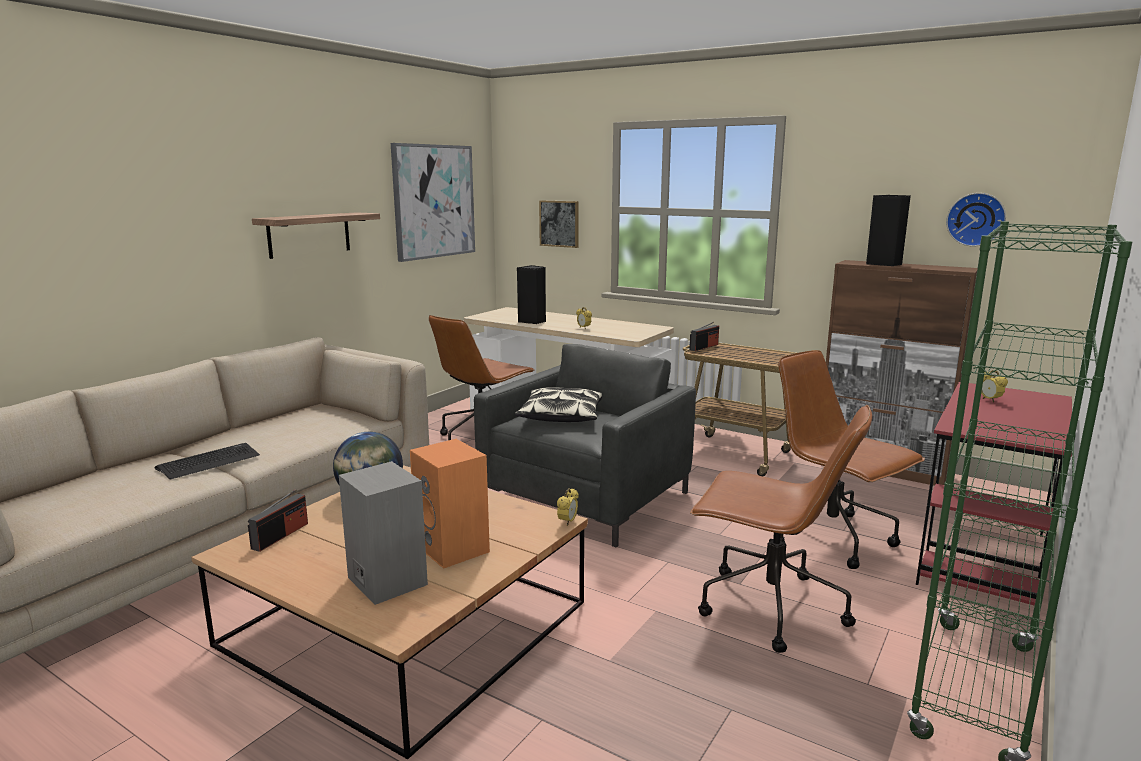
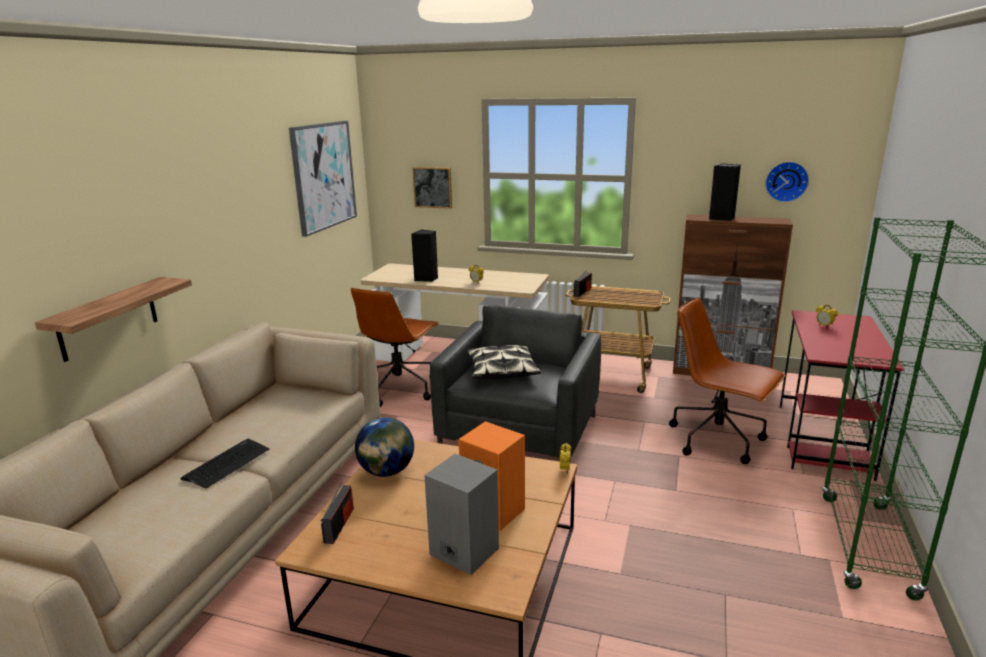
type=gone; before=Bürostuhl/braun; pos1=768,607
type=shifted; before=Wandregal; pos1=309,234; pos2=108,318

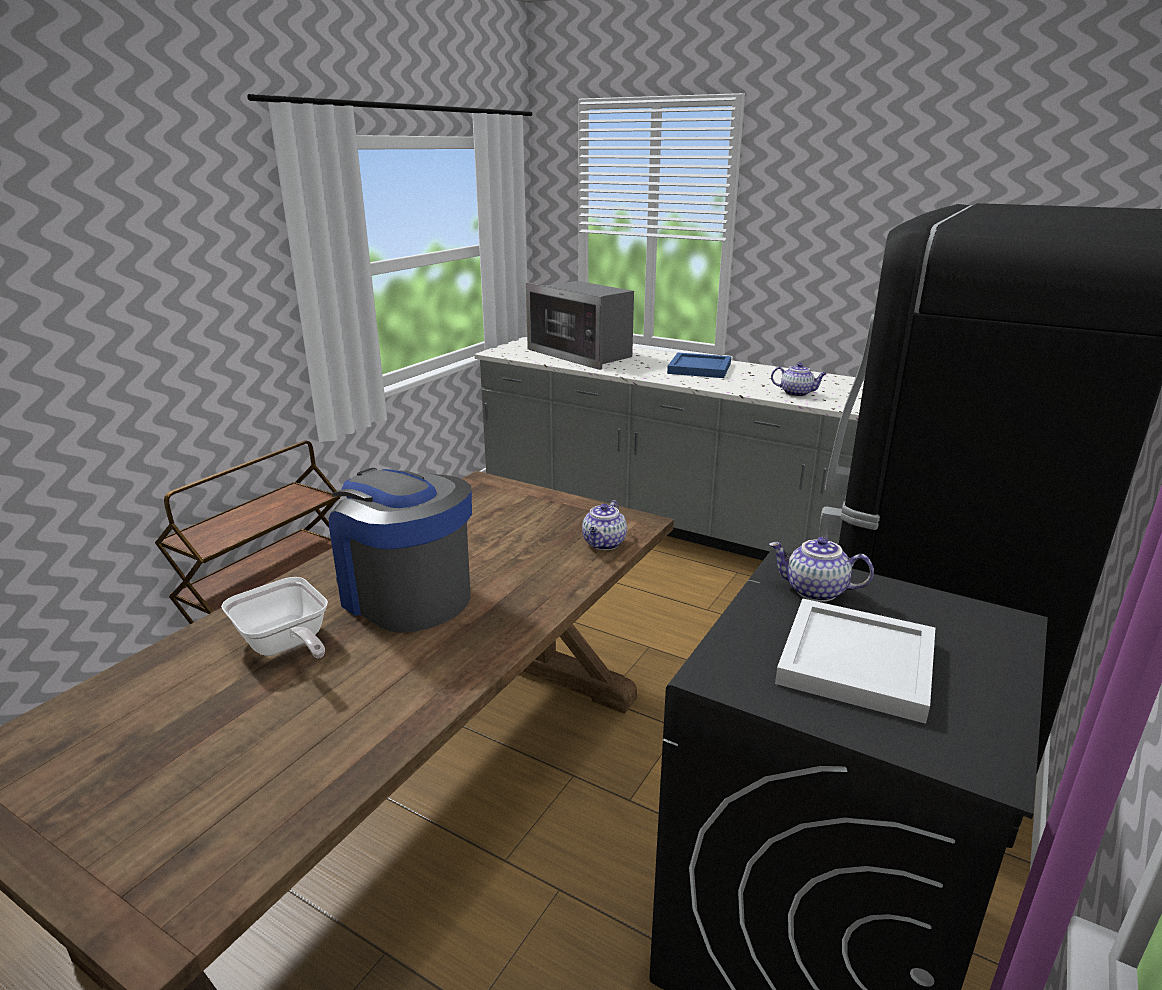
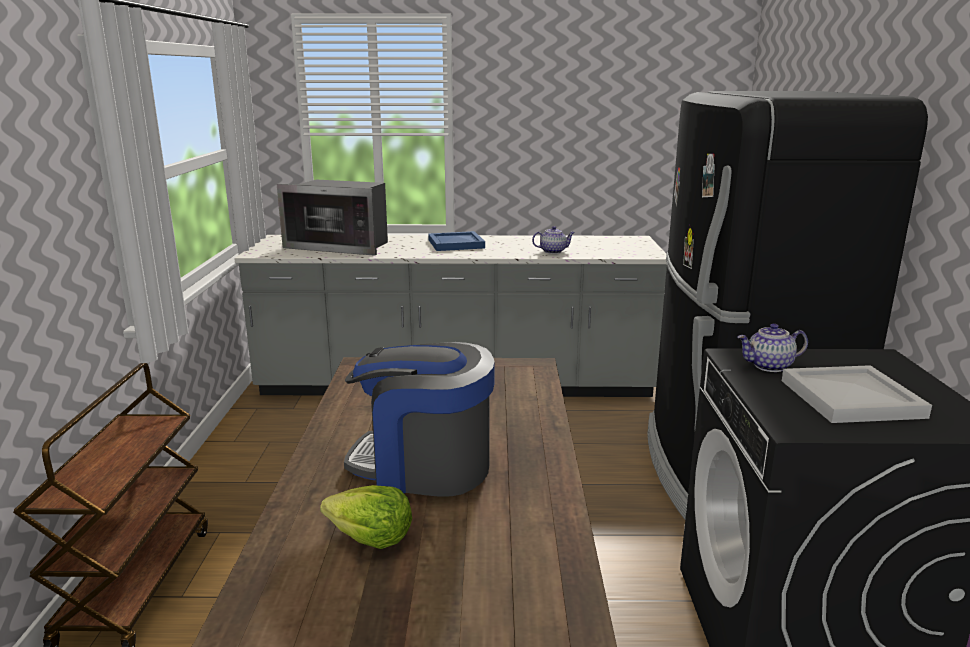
type=gone; before=Teekanne; pos1=604,544
type=swapped; before=Pfanne; after=Salatkopf; pos1=285,645; pos2=370,538

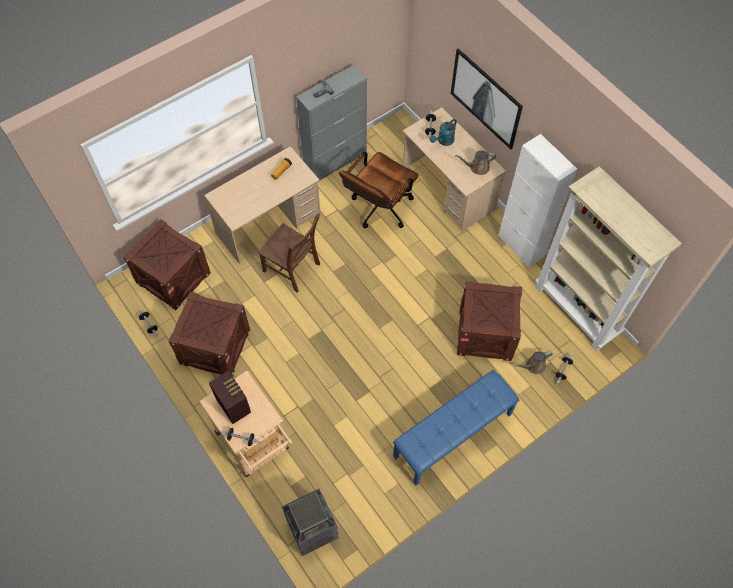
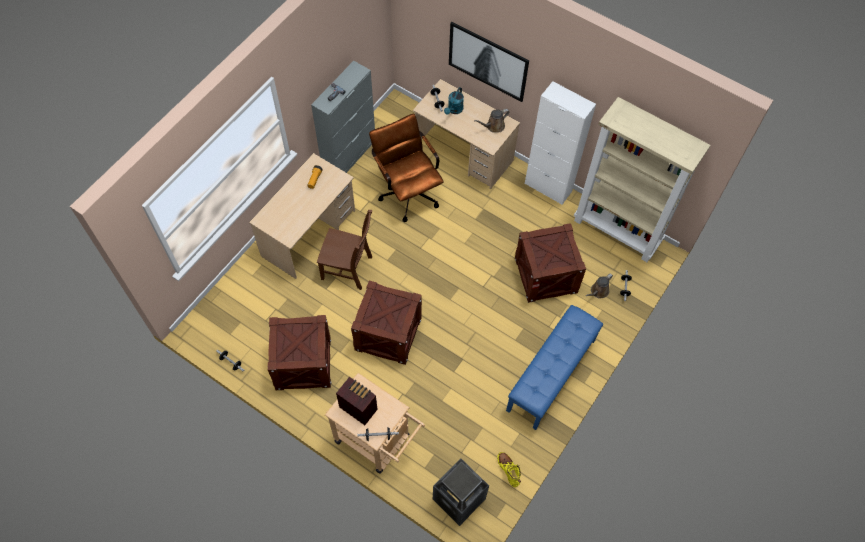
type=new; after=Stiefel/gelb; pos2=508,470
type=shifted; before=Kiste; pos1=173,278; pos2=388,334
type=rotated; before=Bürostuhl/braun; pos1=378,210; pos2=407,191; turn=135

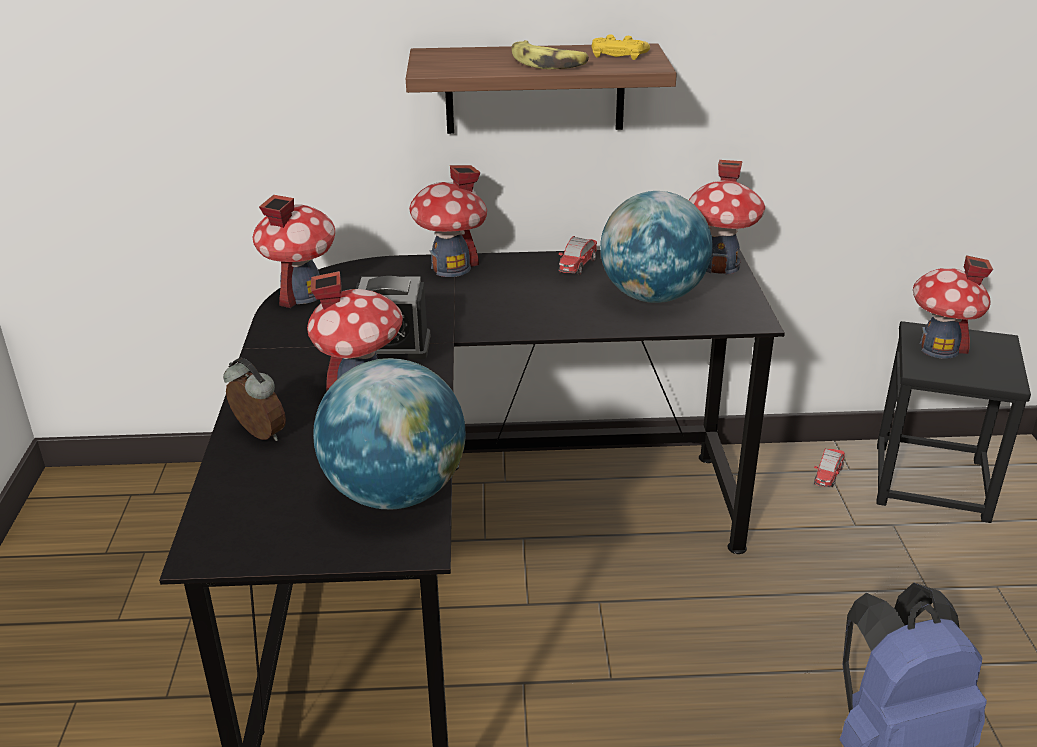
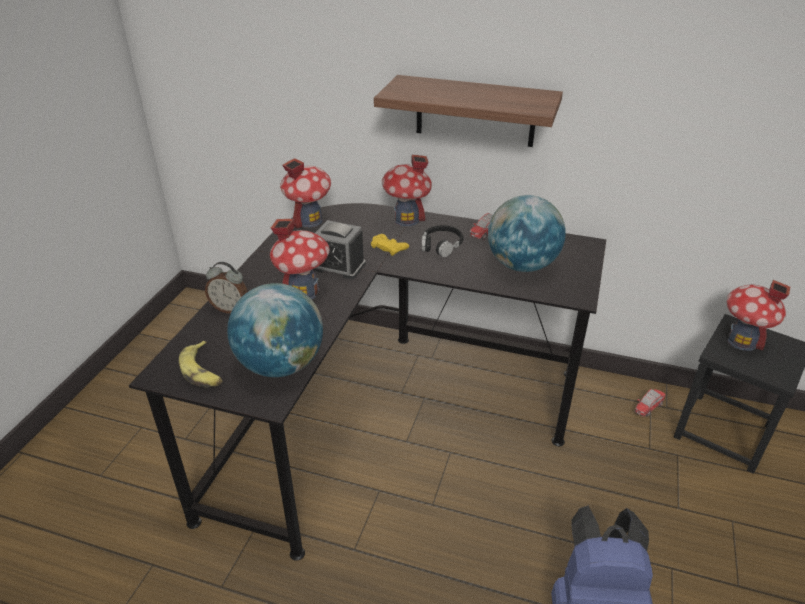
type=gone; before=Spielzeughaus; pos1=719,265
type=new; after=Kopfhörer/schwarz; pos2=441,246
type=shifted; before=Banane; pos1=548,63; pos2=203,371
type=shifted; before=Gamepad/gelb; pos1=618,54; pos2=389,247
type=rotated; before=Wecker; pos1=258,435; pos2=230,308; turn=135

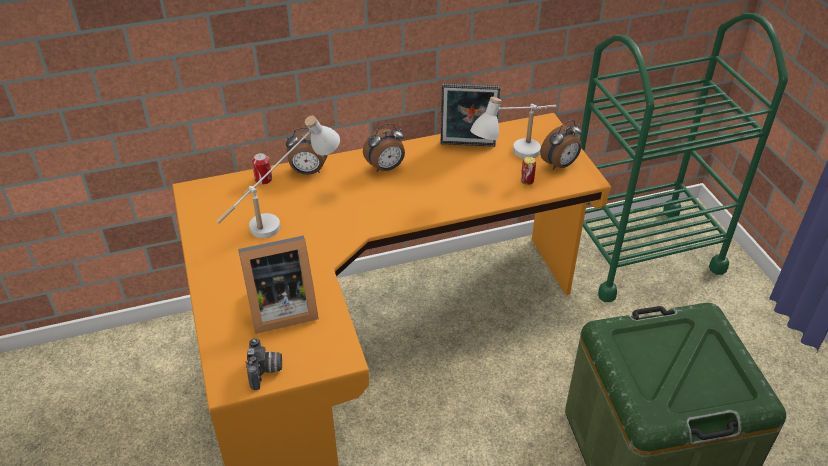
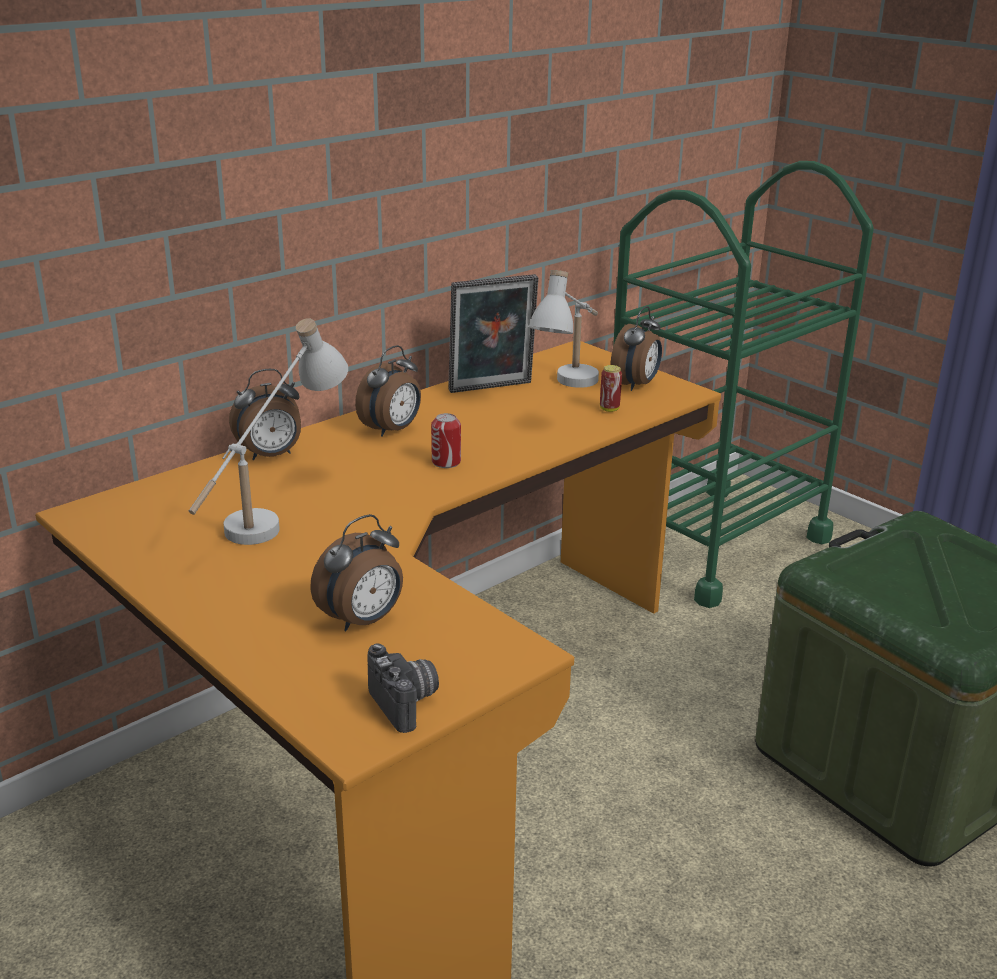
type=shifted; before=Dose; pos1=263,179; pos2=446,462
type=swapped; before=Bilderrahmen; after=Wecker; pos1=279,309; pos2=363,621

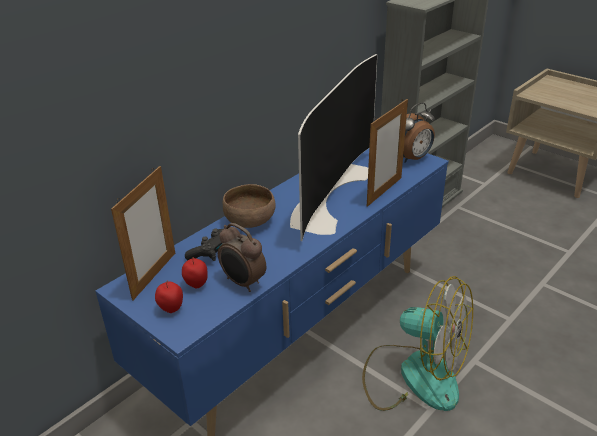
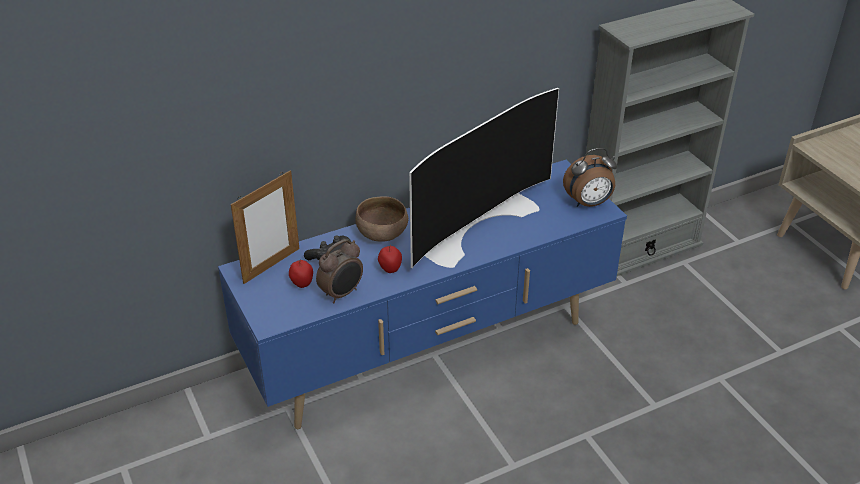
type=gone; before=Ventilator; pos1=414,375
type=gone; before=Bilderrahmen; pos1=384,191
type=shifted; before=Apfel; pos1=171,309; pos2=390,270
type=rotated; before=Wecker; pos1=243,283; pos2=342,294; turn=-105

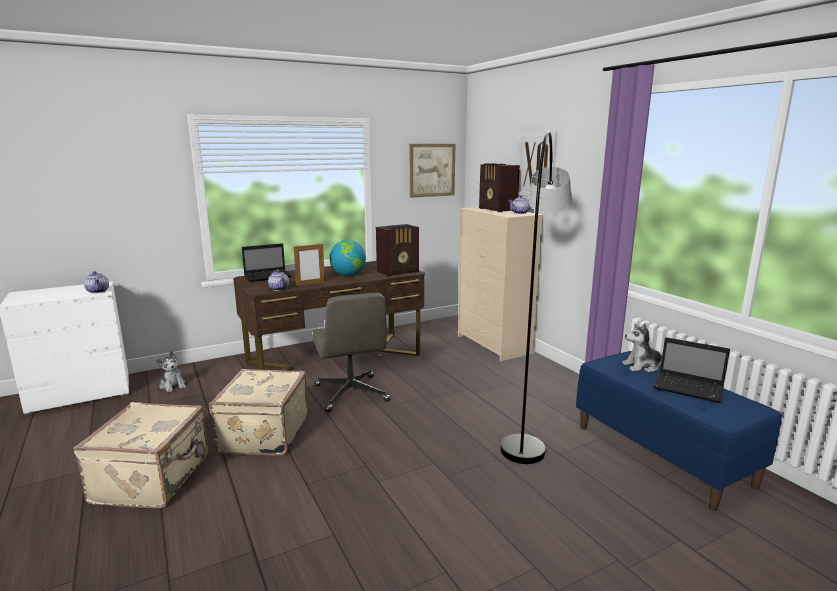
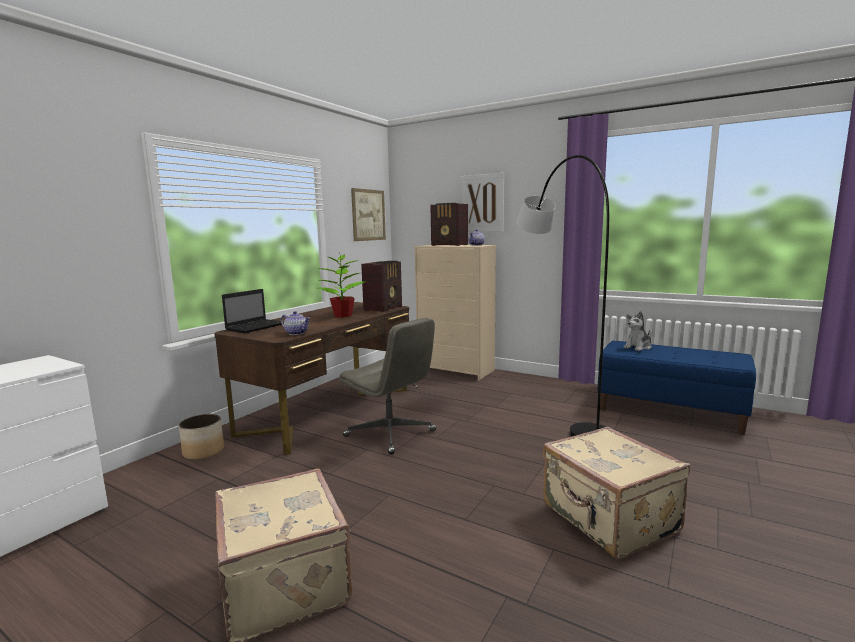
type=gone; before=Teekanne; pos1=98,291
type=gone; before=Plüschtier; pos1=173,385
type=gone; before=Bilderrahmen; pos1=310,284
type=gone; before=Laptop; pos1=690,389
type=new; after=Pflanzkübel; pos2=203,452
type=shifted; before=Koffer/beige; pos1=262,434; pos2=608,519
type=swapped; before=Globus; after=Topfpflanze; pos1=348,275; pos2=342,315

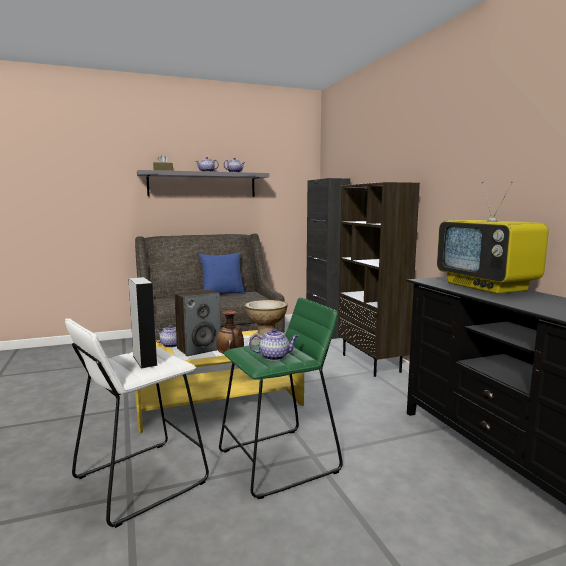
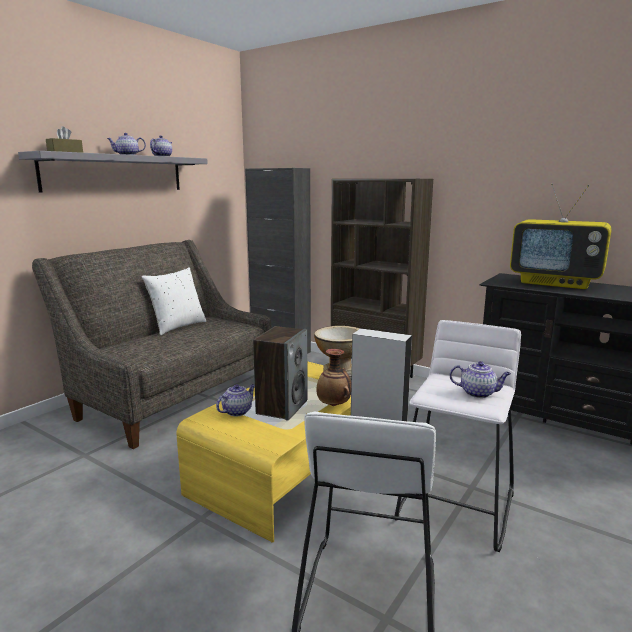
type=repainted; before=Kissen/blau; after=Kissen/weiß; pos1=222,294; pos2=177,326
type=repainted; before=Hocker/grün; after=Hocker/weiß; pos1=279,461; pos2=456,506
type=rotated; before=Teekanne; pos1=274,357; pos2=478,393; turn=60

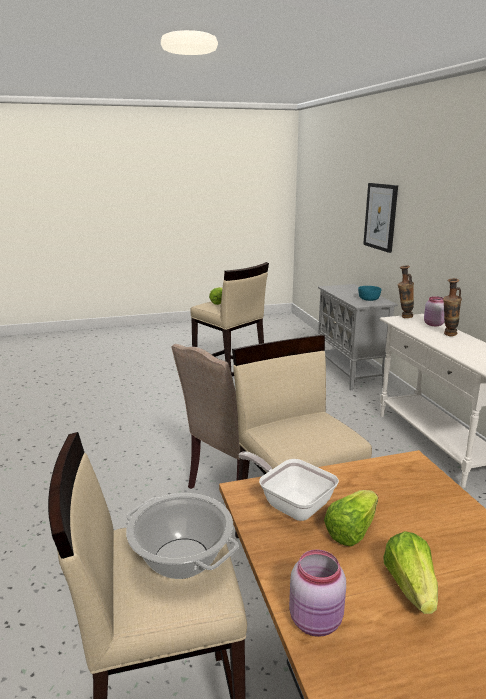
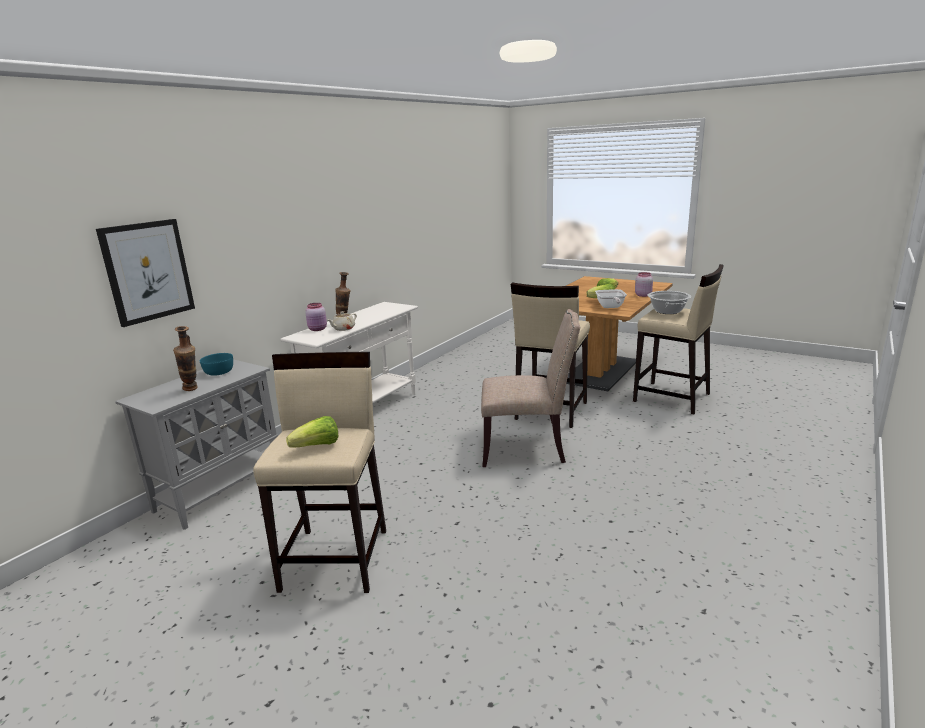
type=new; after=Teekanne/beige; pos2=343,329
type=shifted; before=Vase; pos1=403,317; pos2=192,390

